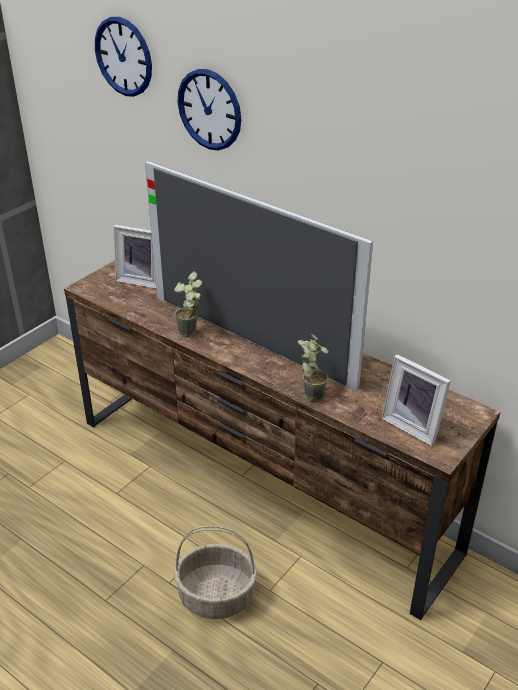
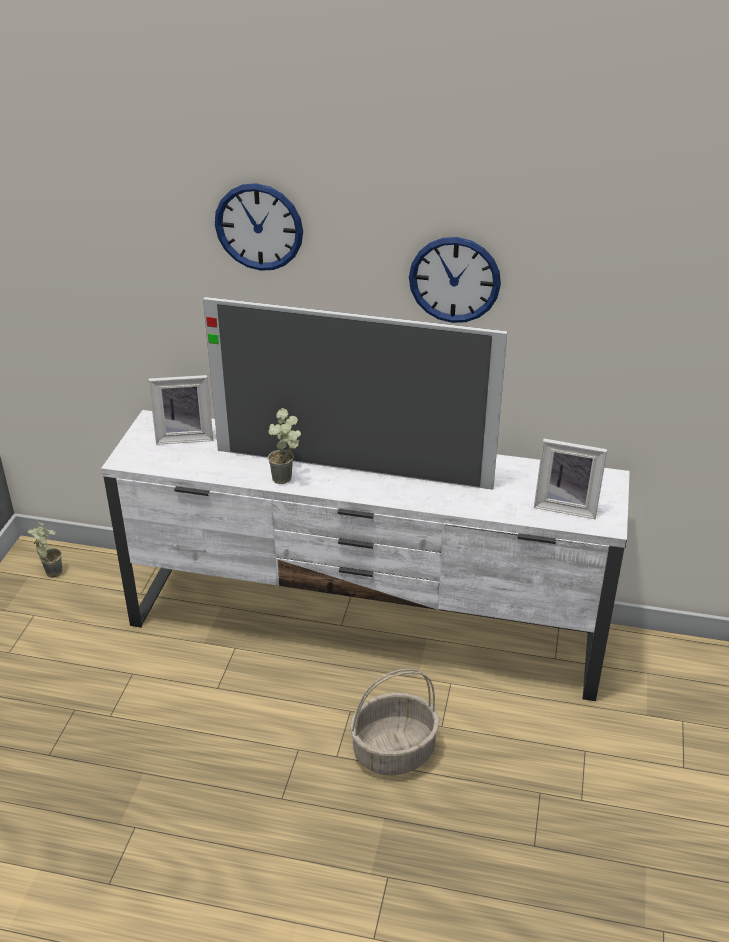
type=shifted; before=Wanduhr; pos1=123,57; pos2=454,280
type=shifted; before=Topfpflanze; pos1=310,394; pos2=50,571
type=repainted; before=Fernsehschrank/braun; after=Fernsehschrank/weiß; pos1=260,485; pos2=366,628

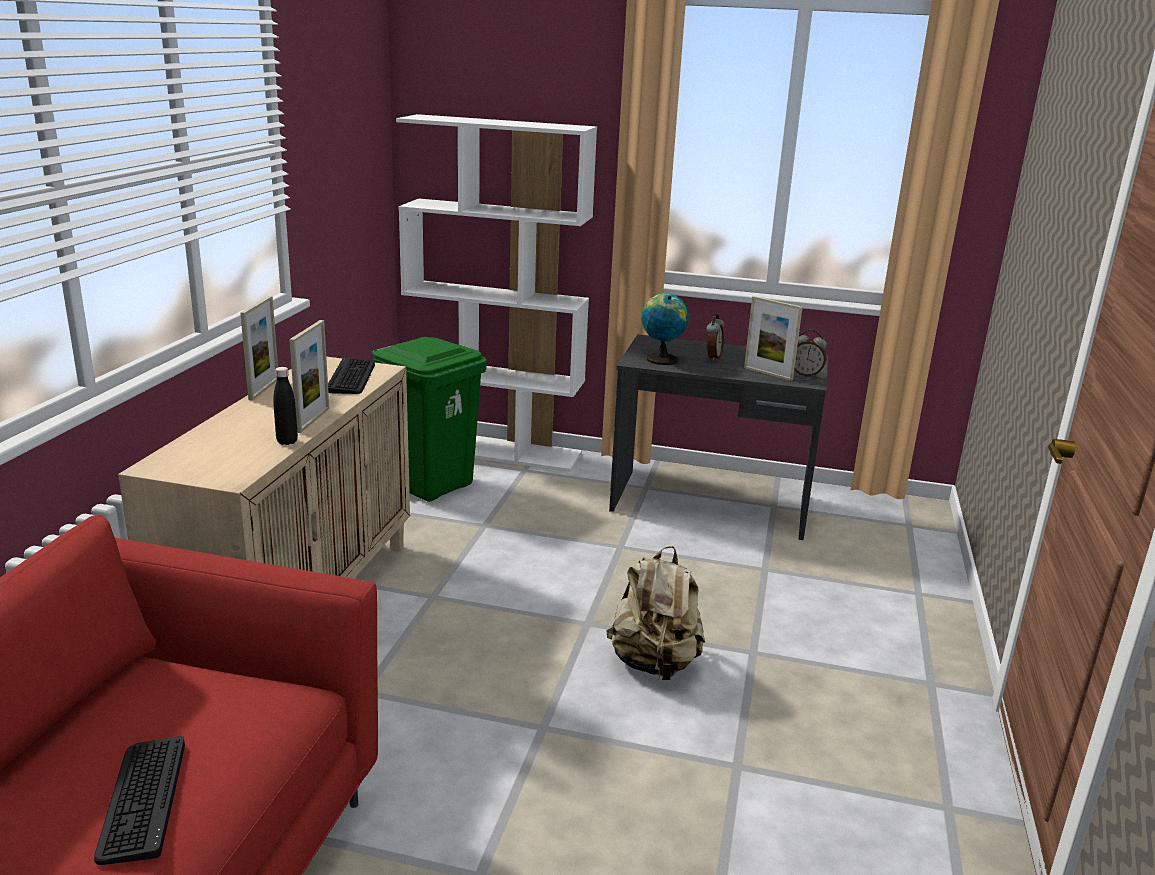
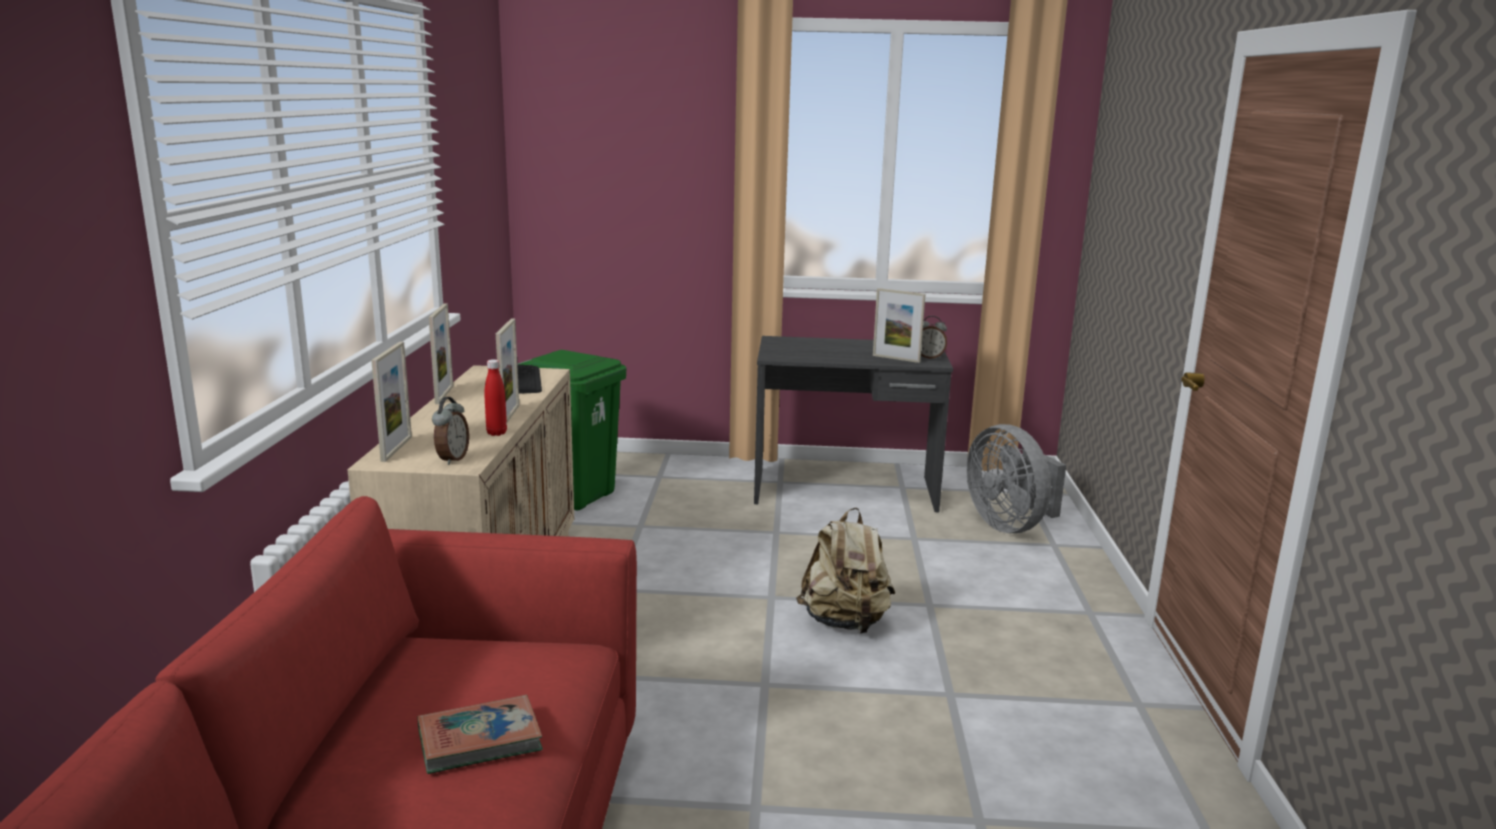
type=gone; before=Bücherregal/weiß; pos1=495,450
type=gone; before=Globus; pos1=661,359
type=new; after=Bilderrahmen; pos2=396,449
type=new; after=Ventilator/grau; pos2=1010,525
type=shifted; before=Wecker; pos1=712,357; pos2=451,459
type=swapped; before=Tastatur; after=Buch; pos1=142,799; pos2=479,740
type=repainted; before=Flasche/schwarz; after=Flasche/rot; pos1=287,441; pos2=496,433

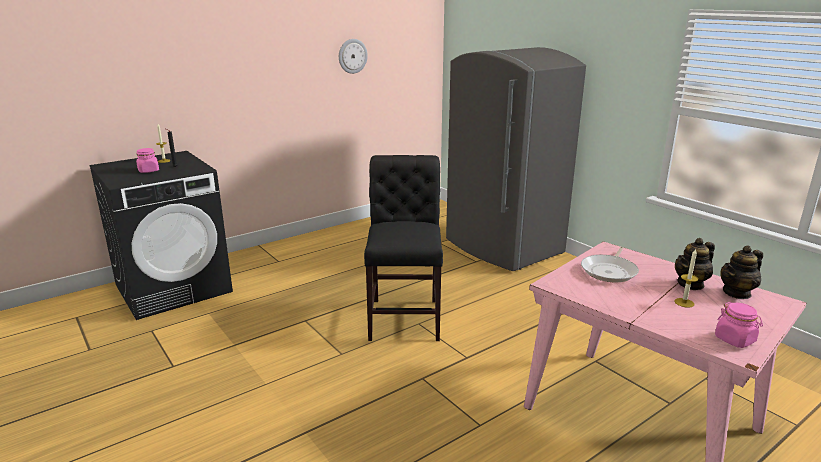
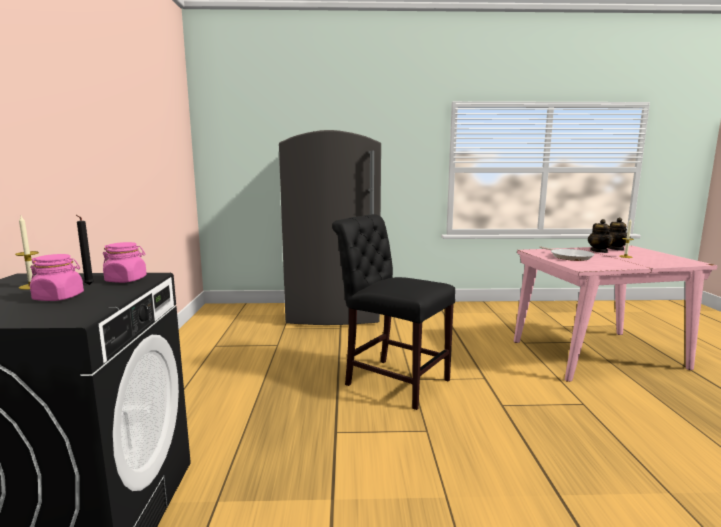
type=gone; before=Wanduhr; pos1=352,56
type=shifted; before=Vorratsglas/rosa; pos1=735,340; pos2=126,280

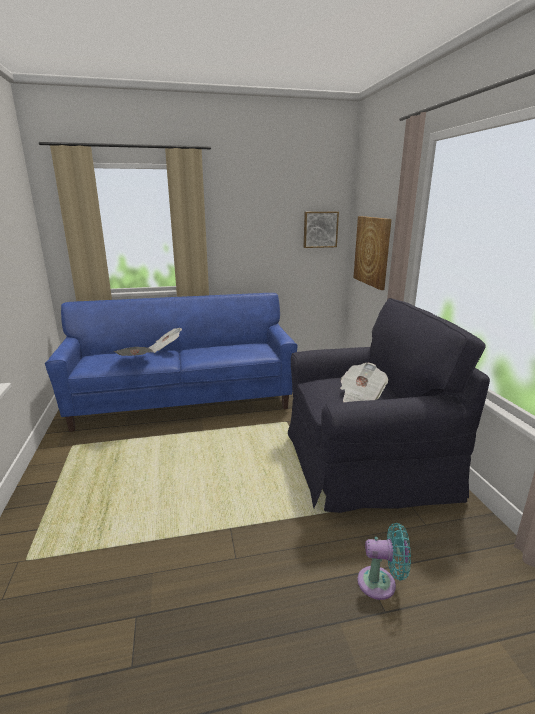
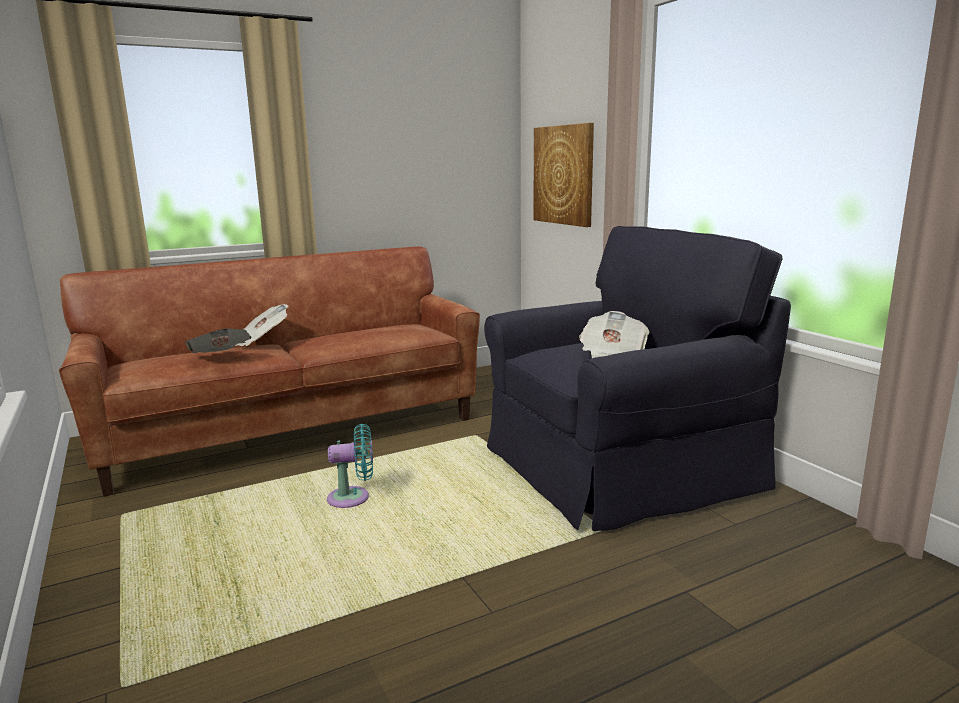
type=gone; before=Bild; pos1=320,229
type=shifted; before=Ventilator/türkis; pos1=381,583; pos2=353,498
type=repainted; before=Sofa/blau; after=Sofa/braun; pos1=183,402; pos2=293,431

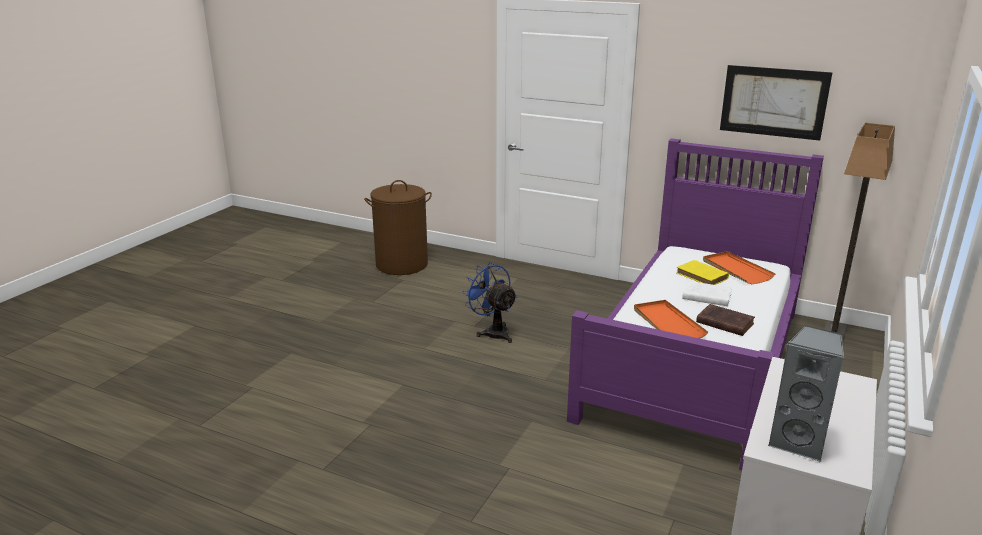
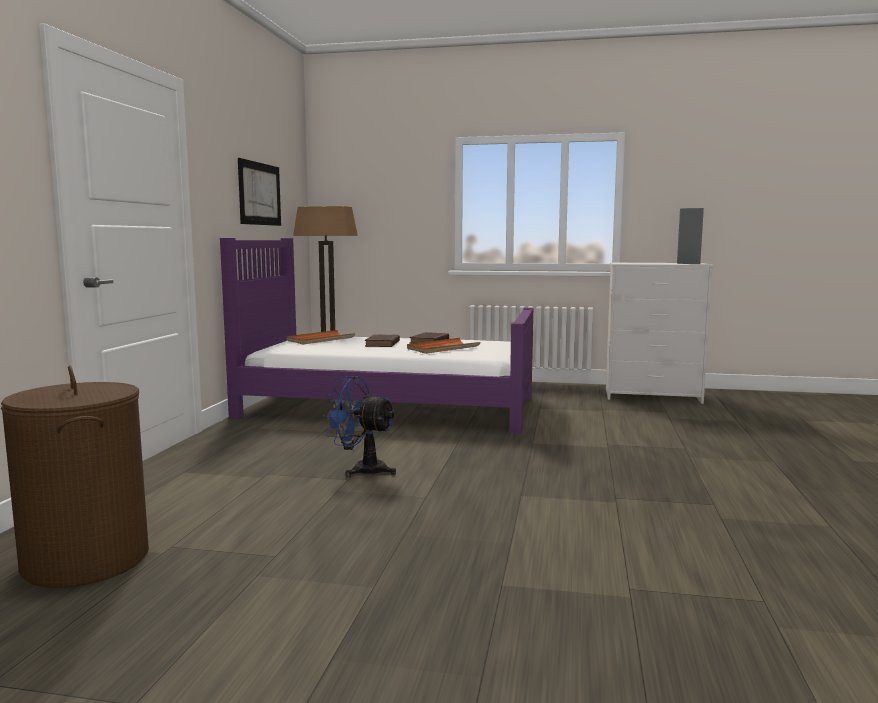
type=gone; before=Buch/gelb; pos1=703,276
type=repainted; before=Buch/weiß; after=Buch/braun; pos1=705,296; pos2=382,344
type=rotated; before=Ventilator/blau; pos1=493,332; pos2=361,469; turn=75

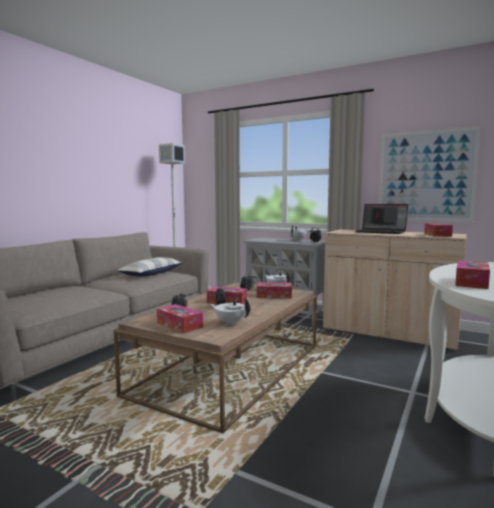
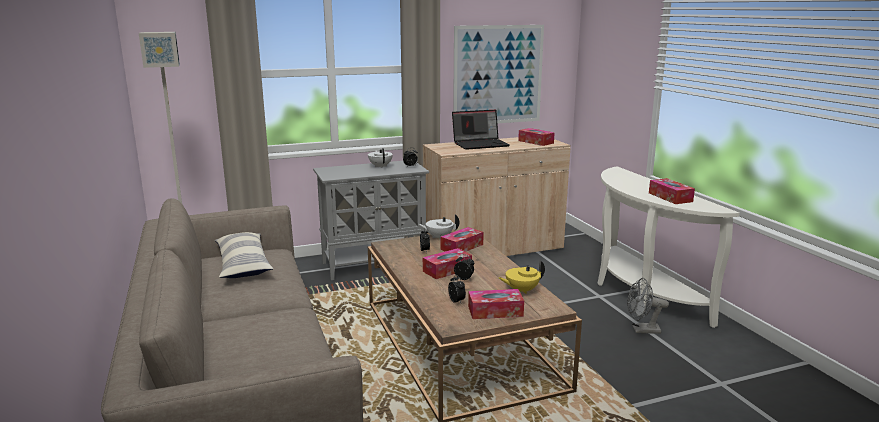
type=new; after=Ventilator/grau; pos2=641,330
type=repainted; before=Teekanne/weiß; after=Teekanne/gelb; pos1=230,323; pos2=521,290

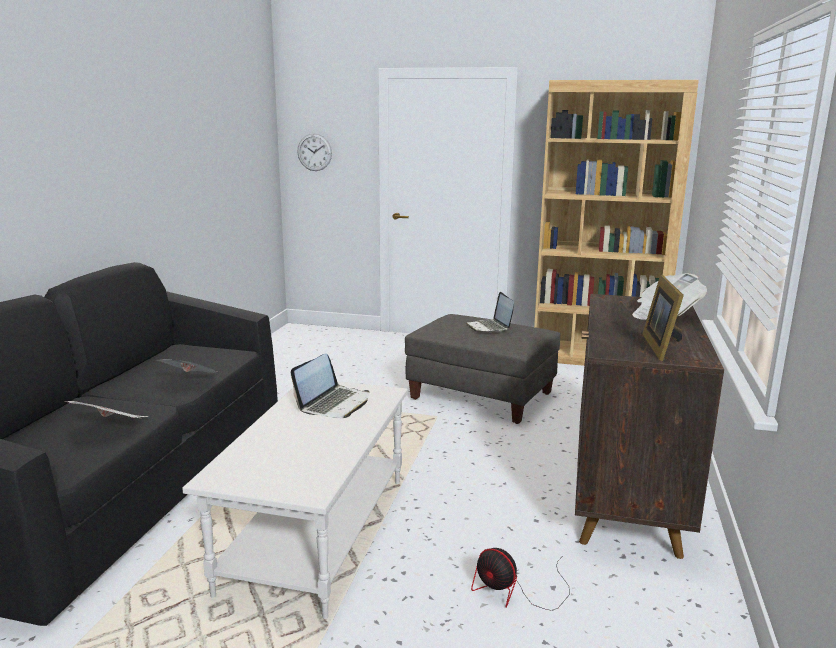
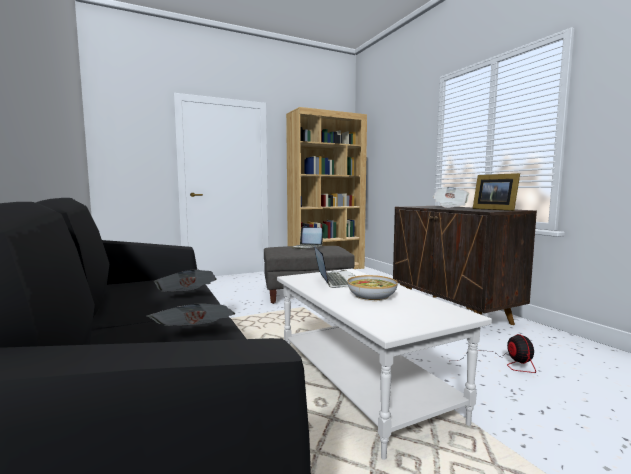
type=gone; before=Wanduhr; pos1=314,152
type=new; after=Schüssel; pos2=371,296
type=rotated; before=Ventilator; pos1=516,591; pos2=503,363; turn=-90

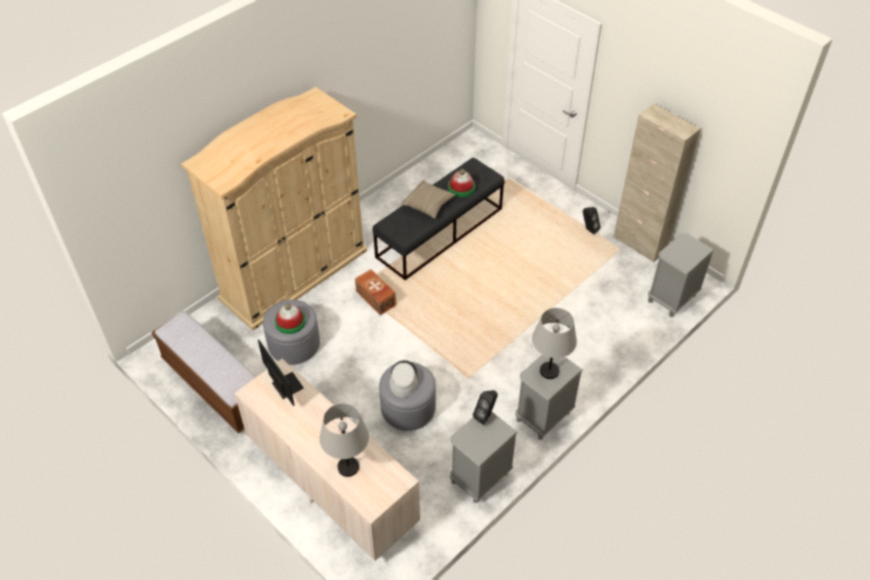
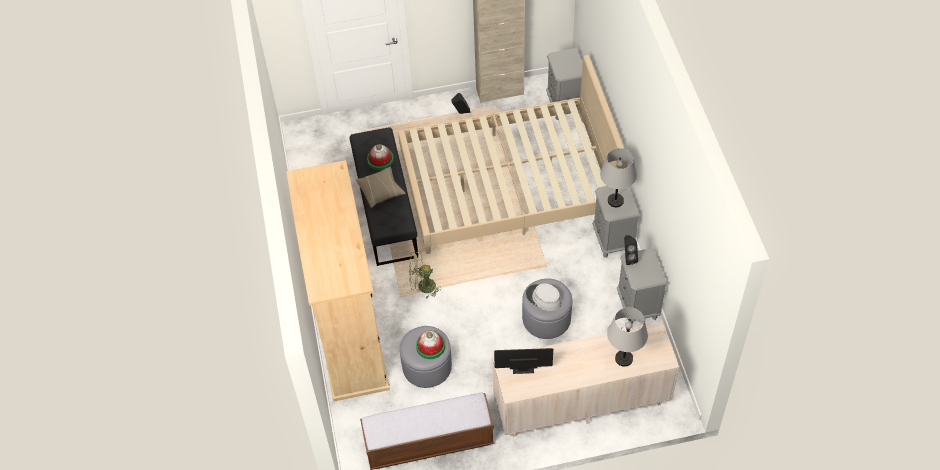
type=new; after=Bett/beige; pos2=508,185
type=swapped; before=Aufbewahrungsbox/braun; after=Ventilator/grün; pos1=375,299; pos2=422,287

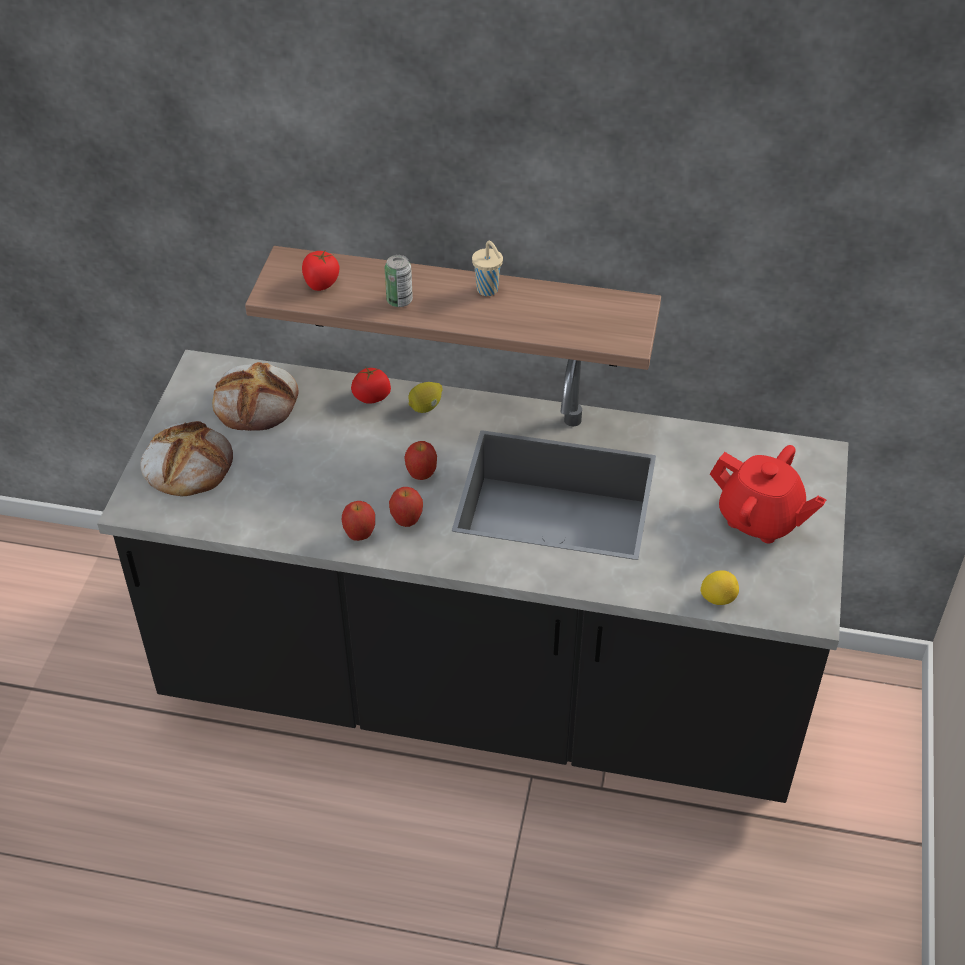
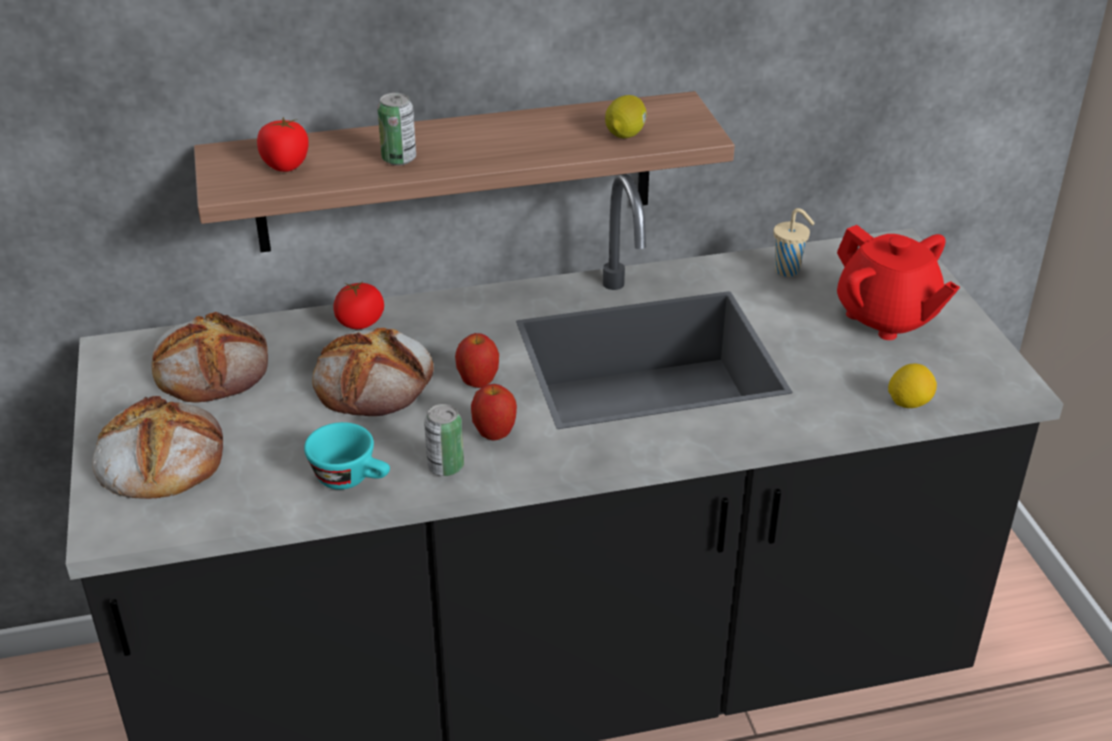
type=new; after=Tasse/türkis; pos2=352,479
type=new; after=Brot; pos2=374,380
type=shifted; before=Zitrone; pos1=425,407; pos2=626,134
type=shifted; before=Tasse/beige; pos1=488,290; pos2=788,271
type=swapped; before=Apfel; after=Dose; pos1=359,535; pos2=445,467
type=rotated; before=Teekanne/rot; pos1=760,519; pos2=886,317; turn=45

